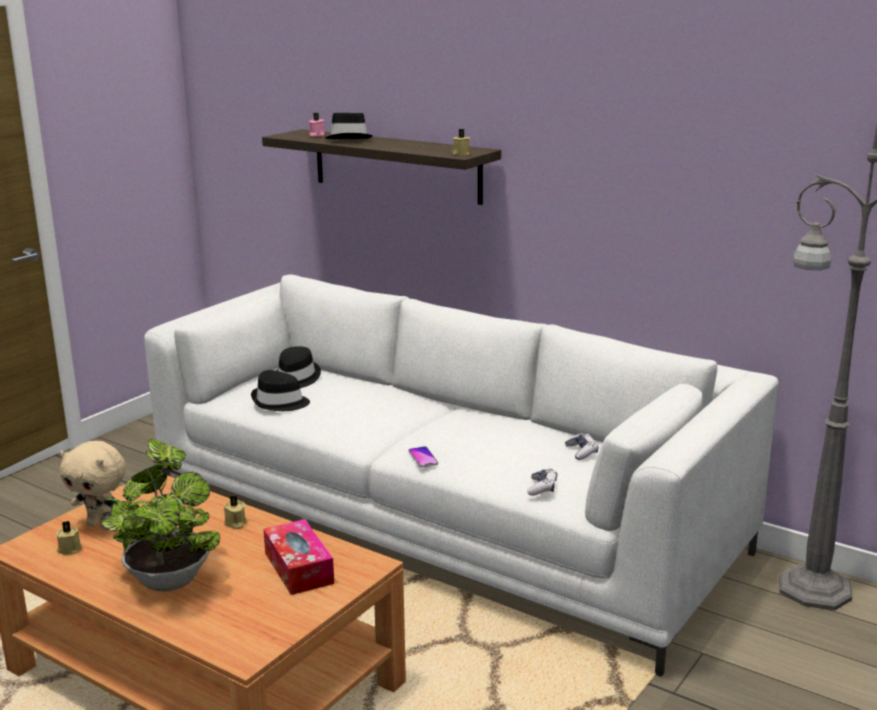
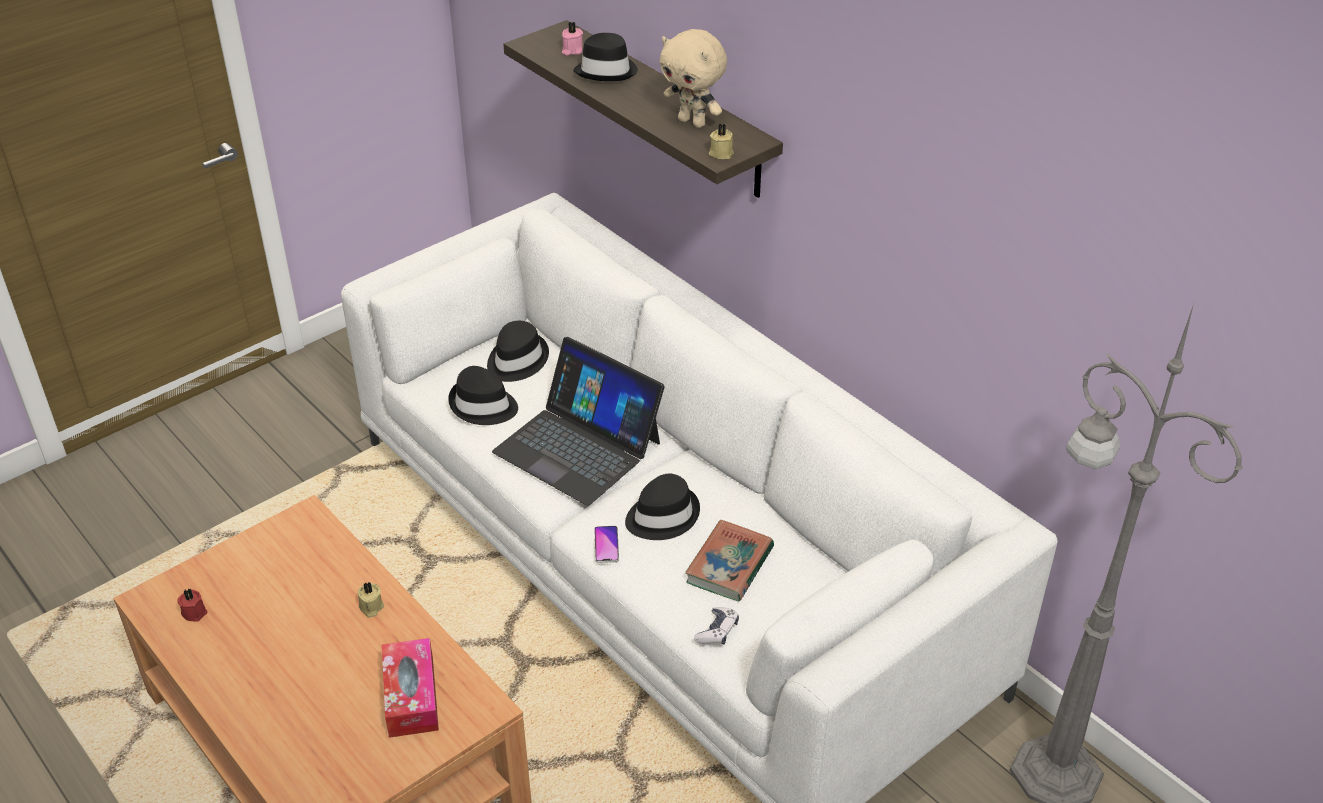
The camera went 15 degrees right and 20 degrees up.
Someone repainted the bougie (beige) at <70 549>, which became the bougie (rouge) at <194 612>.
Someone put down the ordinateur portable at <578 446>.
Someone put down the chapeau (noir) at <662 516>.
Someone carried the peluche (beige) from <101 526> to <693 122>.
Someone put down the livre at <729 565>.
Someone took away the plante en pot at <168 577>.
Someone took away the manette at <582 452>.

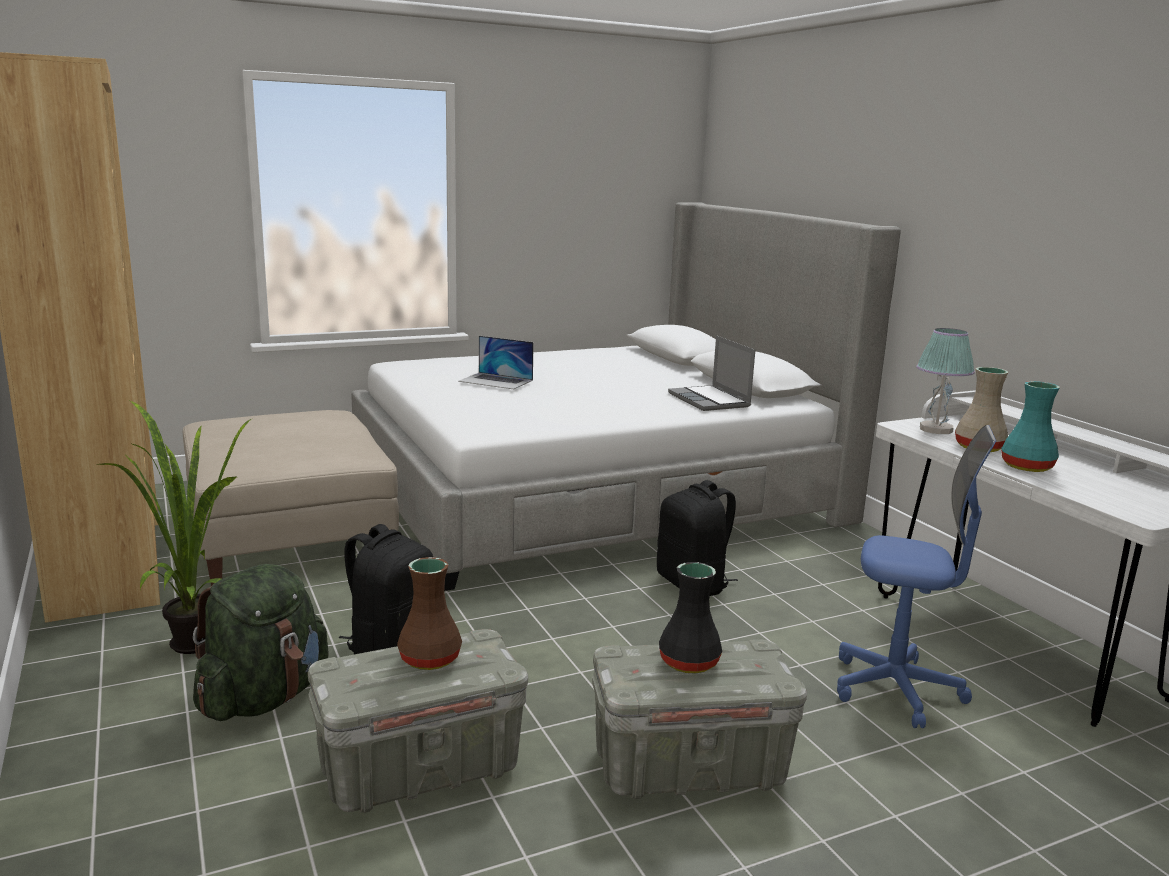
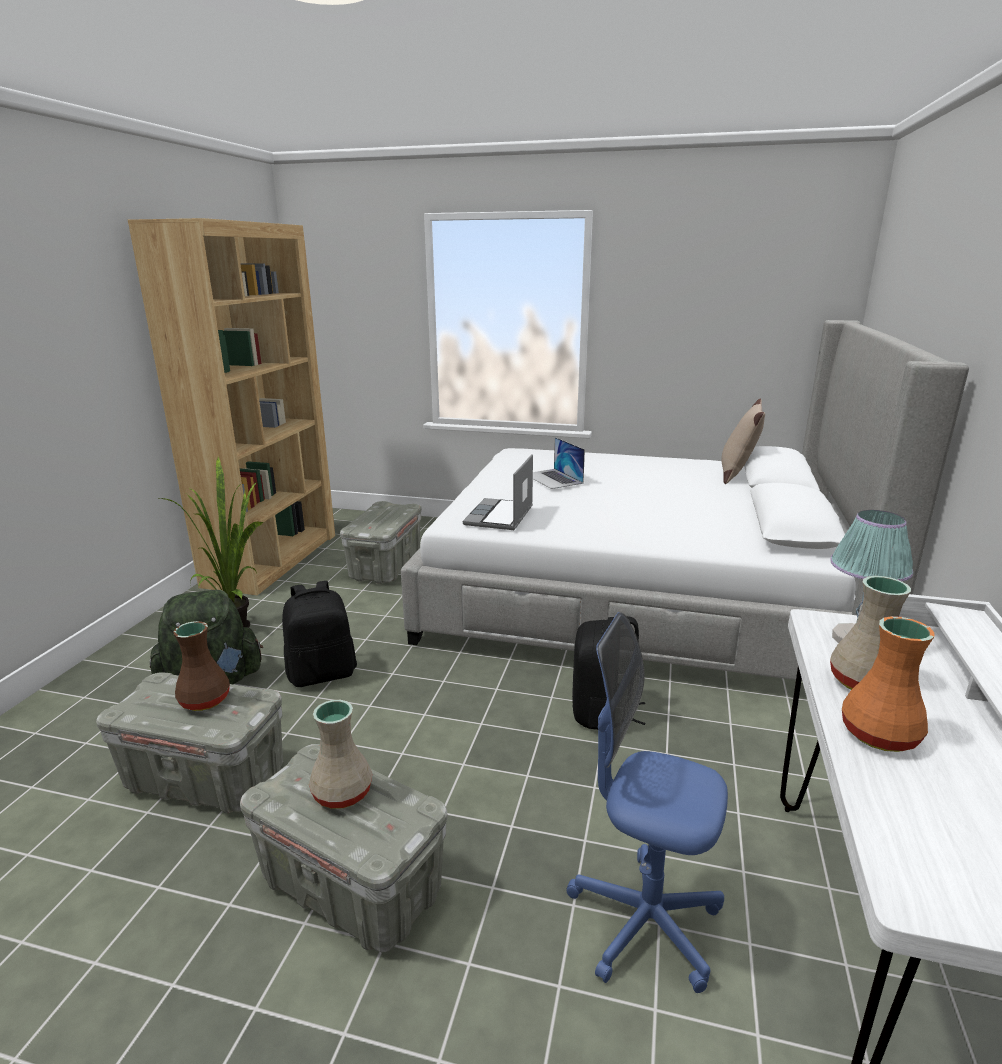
The camera went 40 degrees right and 5 degrees up.
Someone repainted the vase (noir) at <690 663>, which became the vase (beige) at <343 794>.
Someone swapped the pouf (beige) at <291 533> for the boîte de rangement (gris) at <386 567>.
Someone carried the ordinateur portable from <710 400> to <500 516>.
Someone rotated the chaise de bureau (bleu) at <896 689> by 150 degrees clockwise.
Someone put down the coussin (beige) at <737 474>.
Someone repainted the vase (turquoise) at <1025 467>, which became the vase (orange) at <877 734>.

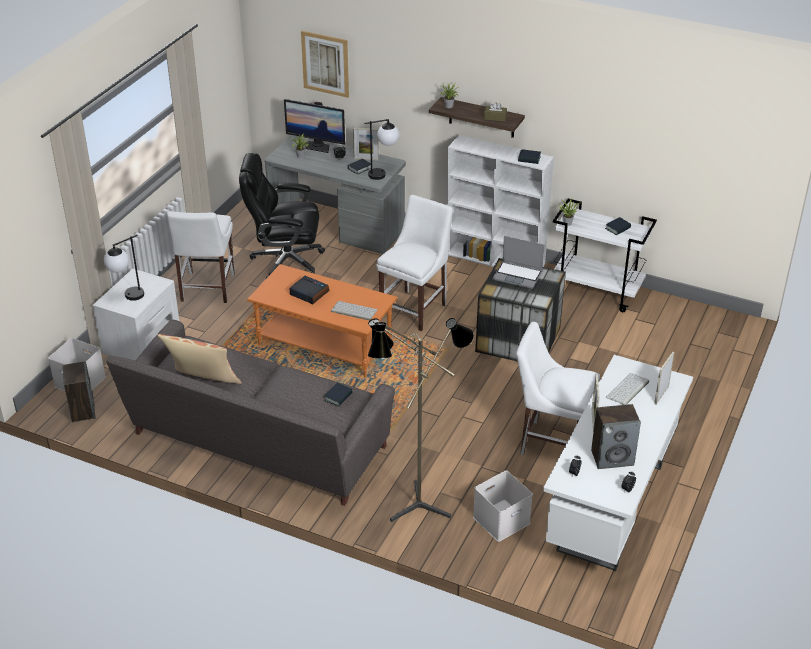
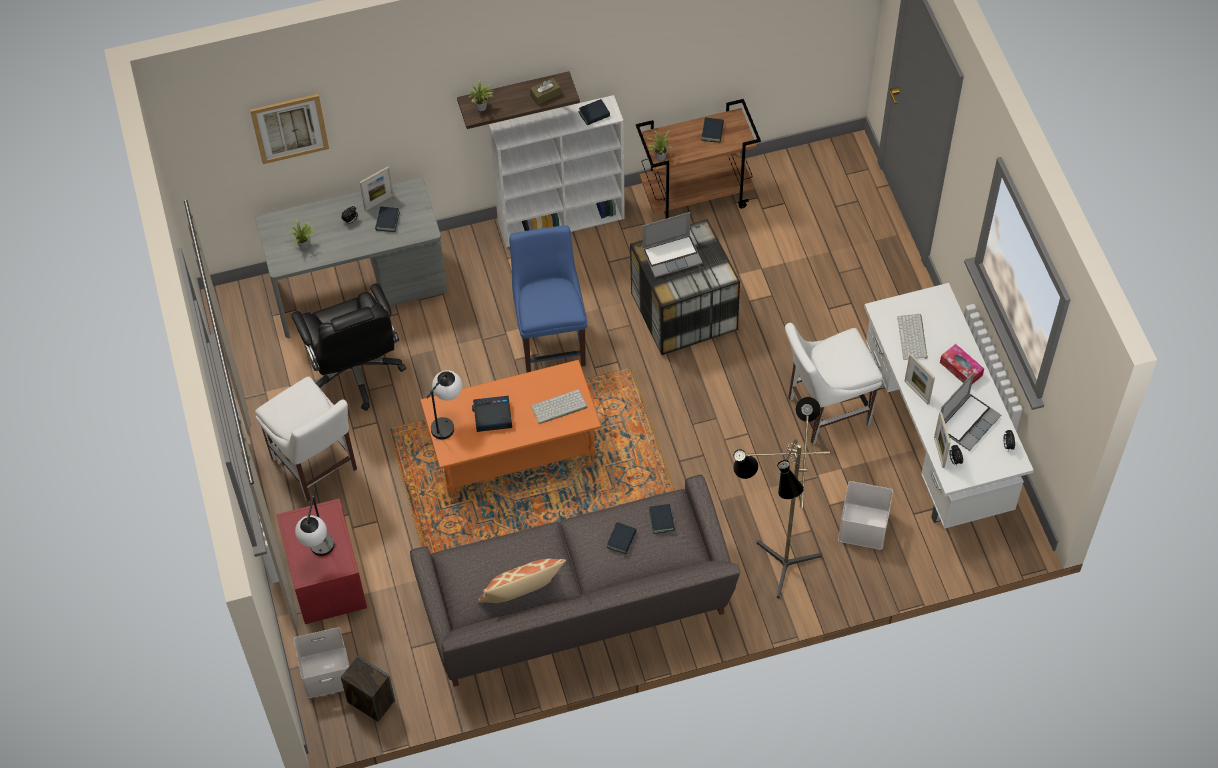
The camera went 40 degrees left and 20 degrees up.
Someone repainted the table de chevet (blanc) at <142 340>, which became the table de chevet (rouge) at <326 578>.
Someone rotated the chaise de bureau (noir) at <285 261> by 75 degrees counterclockwise.
Someone carried the lampe de table from <383 174> to <447 422>.
Someone repainted the chaise (blanc) at <415 308>, which became the chaise (bleu) at <551 340>.
Someone put down the livre at <621 540>.
Someone repainted the chariot (blanc) at <597 291>, which became the chariot (marron) at <696 196>.
Someone carried the cadre photo from <661 395> to <939 452>.
Someone put down the boîte à mouchoirs at <961 369>.
Someone swapped the enceinte at <612 458> for the ordinateur portable at <968 421>.
Someone took away the écran d'ordinateur at <316 146>.

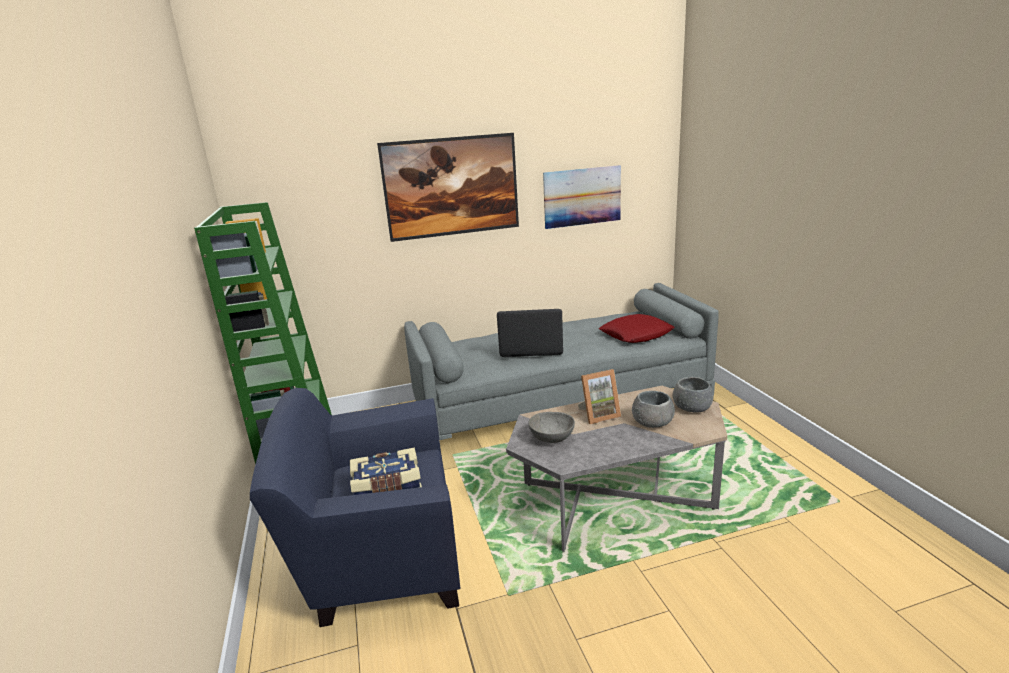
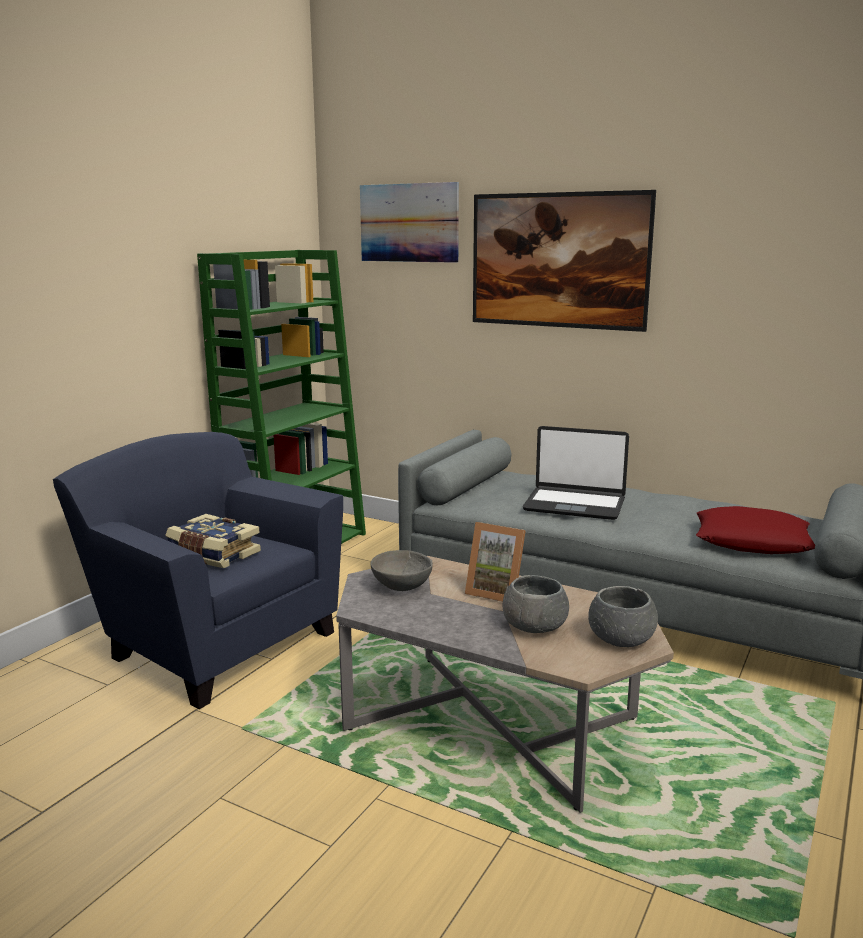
The camera went 45 degrees right and 5 degrees down.
Someone carried the tableau from <582 196> to <409 223>.
Someone rotated the ordinateur portable at <531 348> by 150 degrees clockwise.

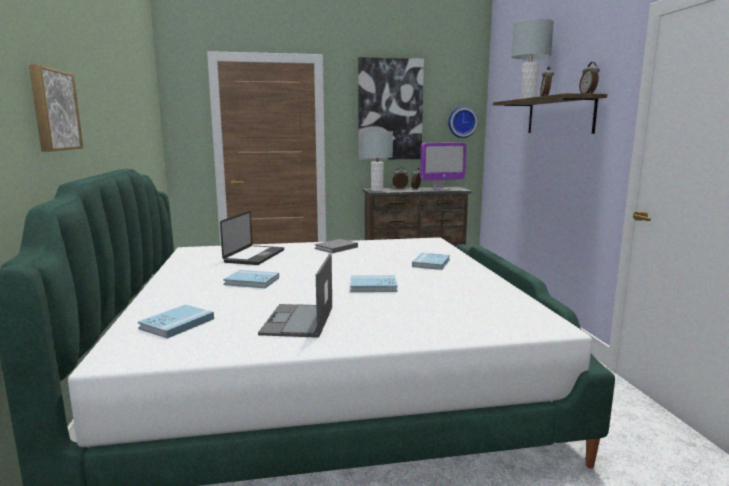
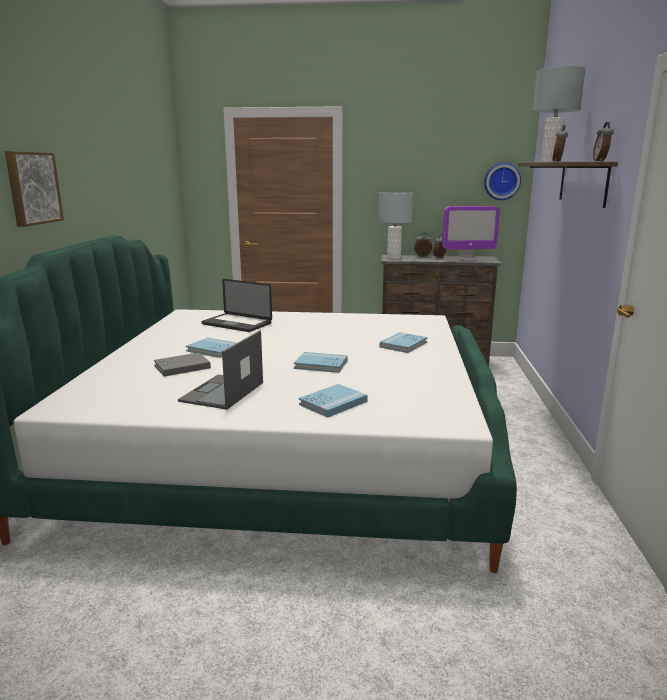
The camera went 15 degrees right and 5 degrees up.
Someone carried the livre (gris) from <336 248> to <182 367>.
Someone rotated the ordinateur portable at <254 256> by 90 degrees clockwise.
Someone carried the livre (bleu) from <177 324> to <333 403>.
Someone took away the tableau at <390 109>.

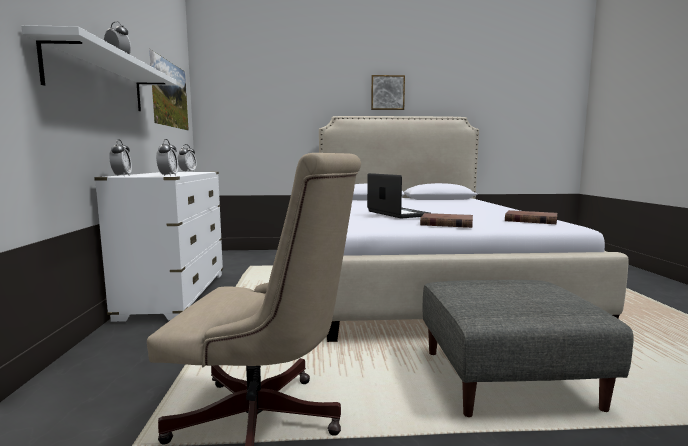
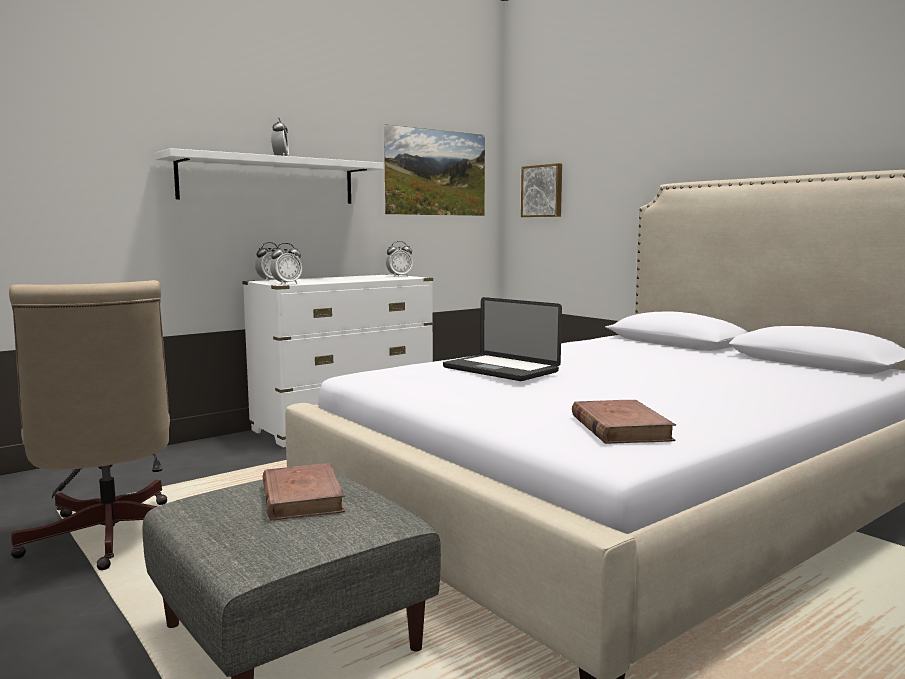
The camera went 55 degrees right and 0 degrees up.
Someone carried the livre (marron) from <446 224> to <302 497>.
Someone rotated the ordinateur portable at <397 213> by 105 degrees clockwise.
Someone carried the tableau from <387 93> to <543 191>.

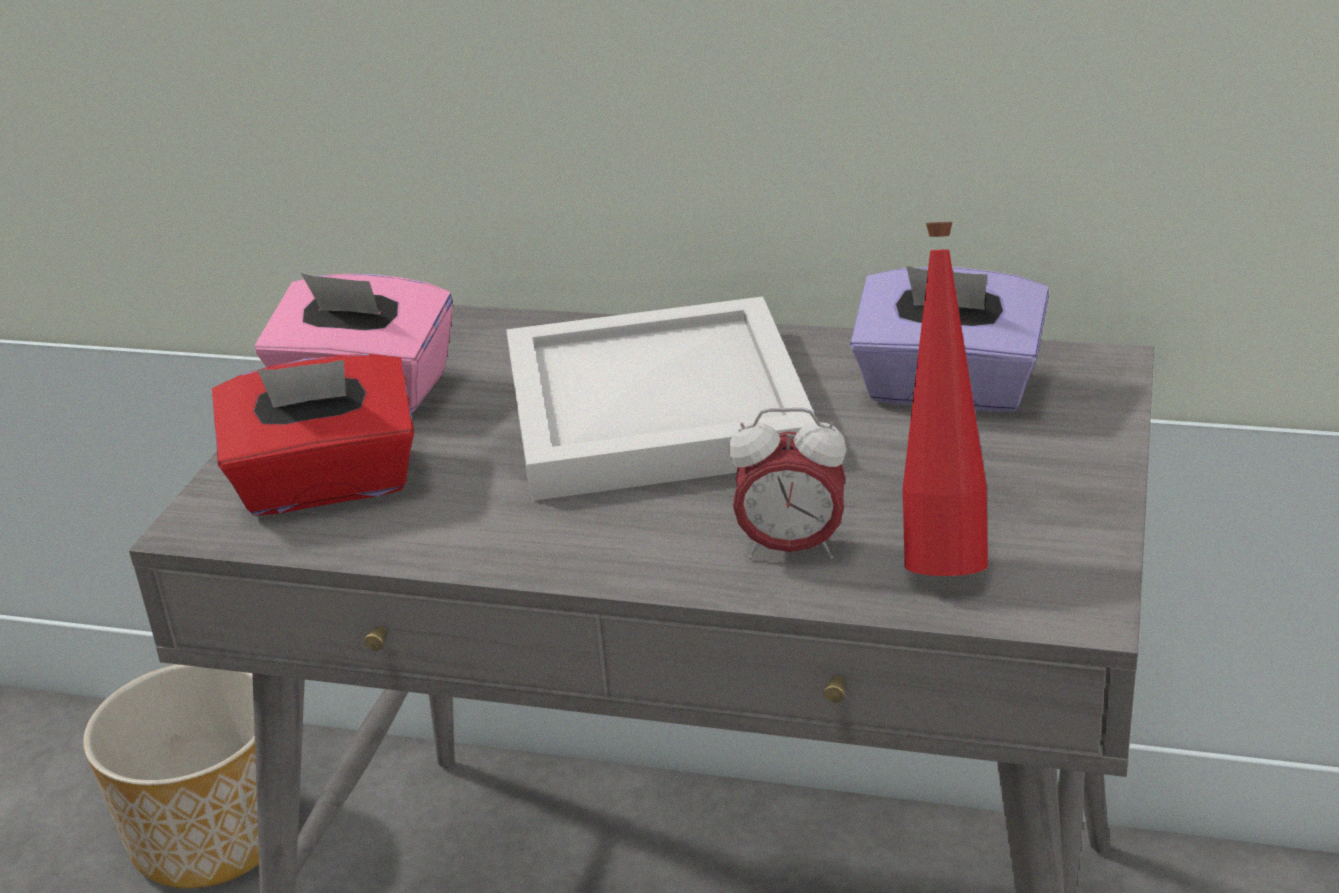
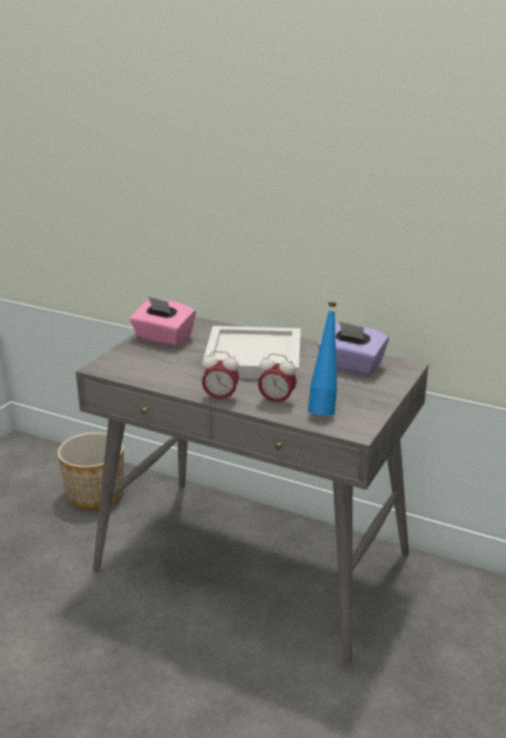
The camera went 10 degrees right and 5 degrees down.
Someone put down the réveil at <220 398>.
Someone repainted the bouteille (rouge) at <941 549>, which became the bouteille (bleu) at <323 409>.
Someone took away the boîte à mouchoirs (rouge) at <327 484>.

